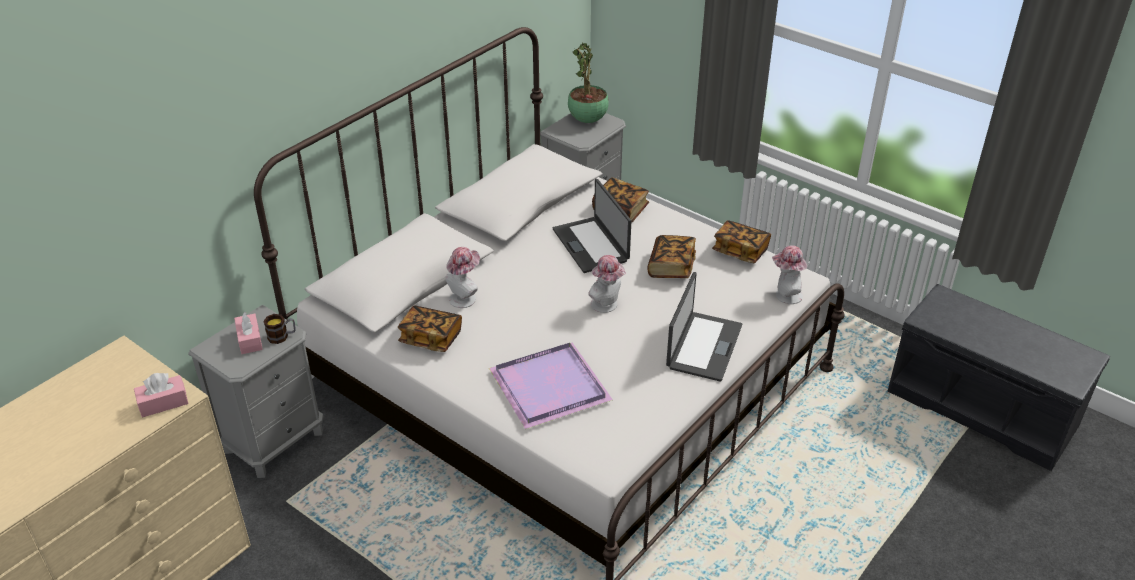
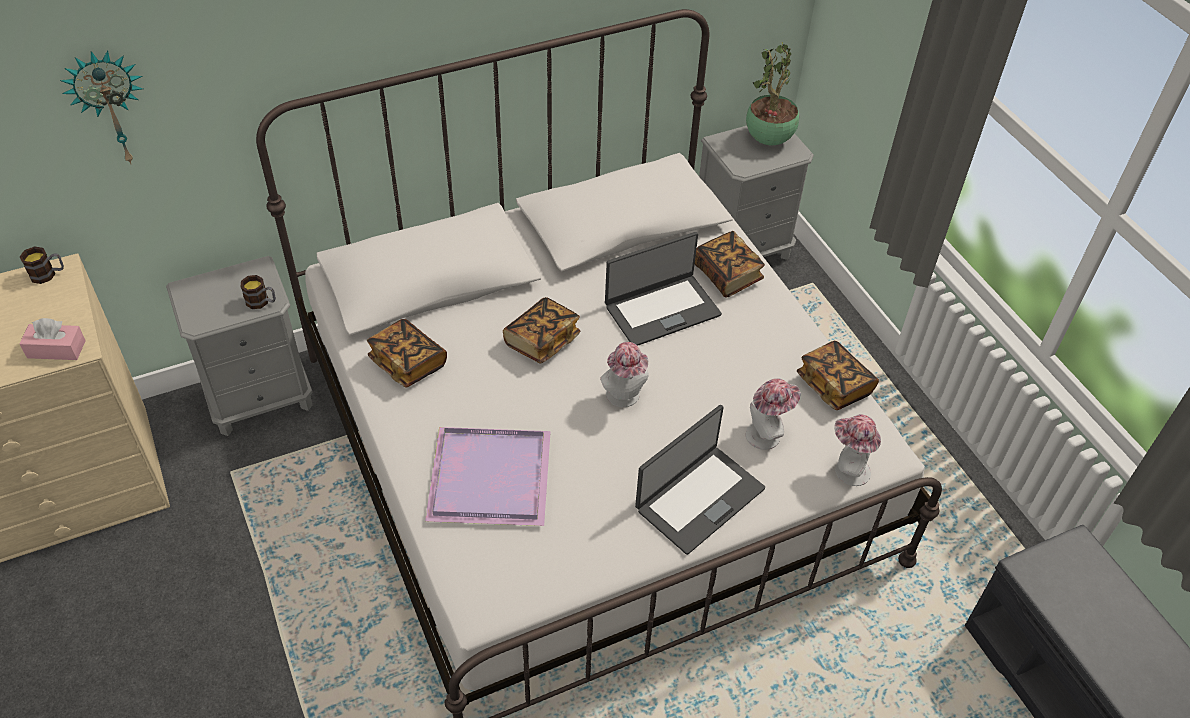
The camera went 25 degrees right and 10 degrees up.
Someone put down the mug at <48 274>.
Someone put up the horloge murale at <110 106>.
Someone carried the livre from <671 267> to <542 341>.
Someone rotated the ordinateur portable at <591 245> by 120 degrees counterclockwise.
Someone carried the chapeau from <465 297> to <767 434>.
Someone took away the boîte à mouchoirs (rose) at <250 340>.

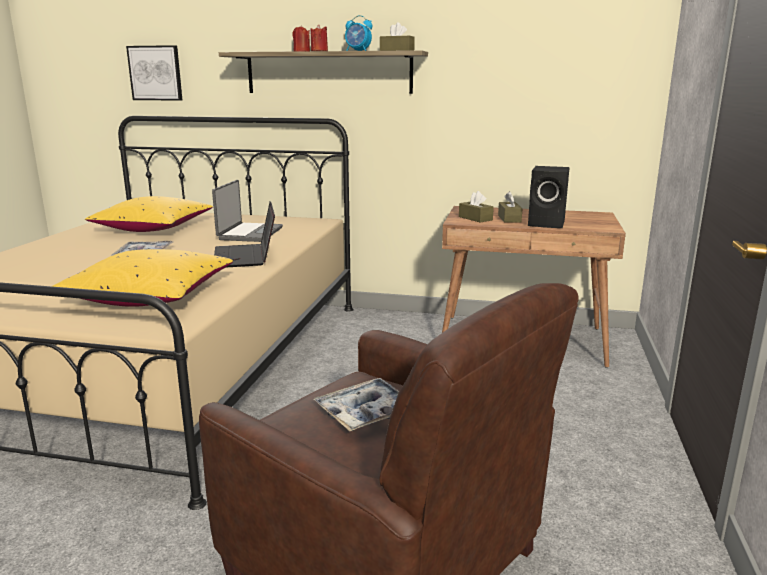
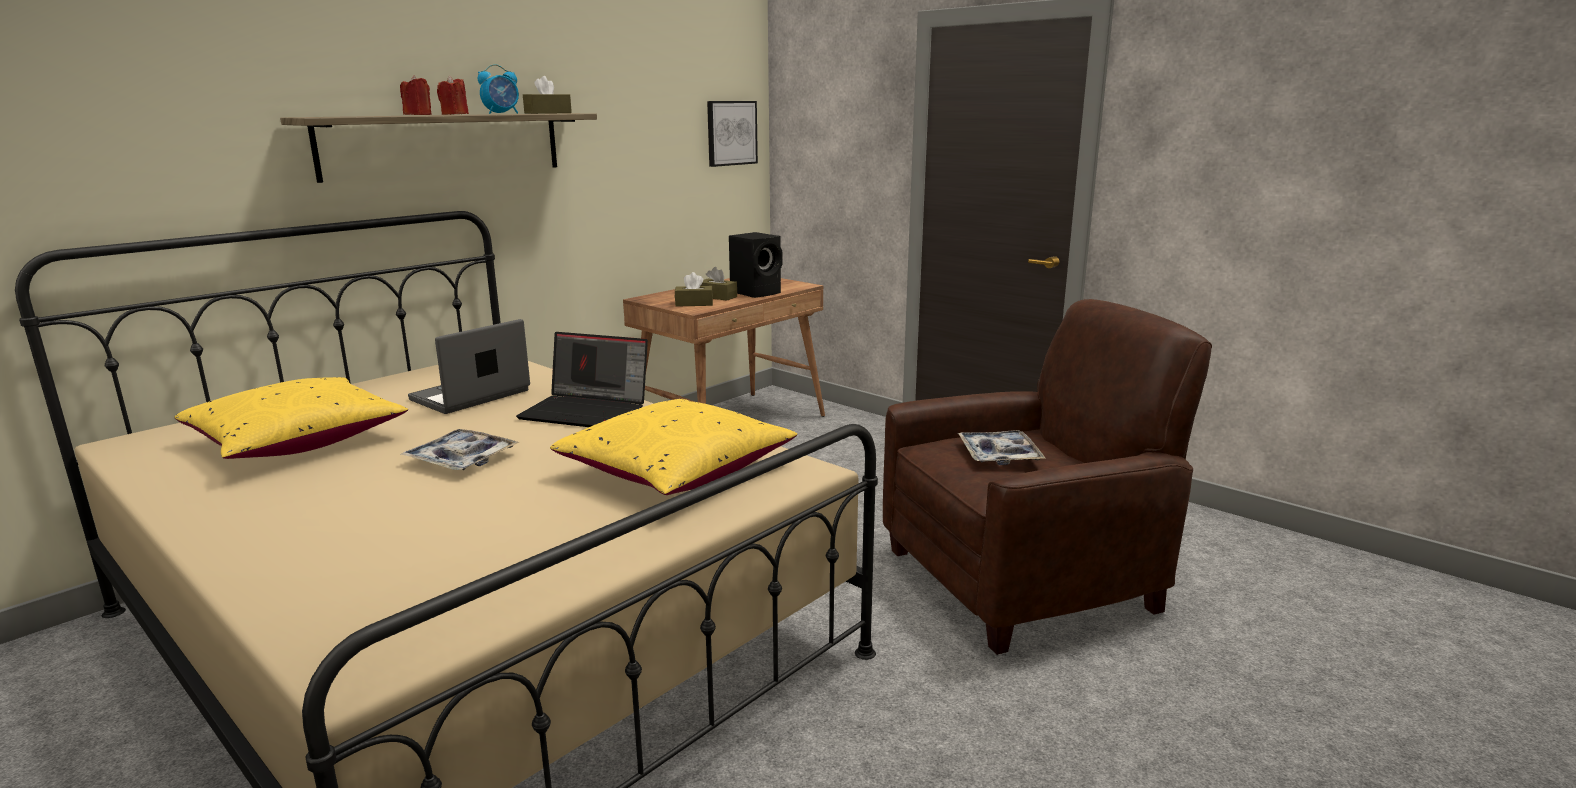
The camera went 60 degrees left and 0 degrees up.
Someone rotated the ordinateur portable at <249 233> by 90 degrees counterclockwise.
Someone carried the tableau from <155 73> to <731 133>.

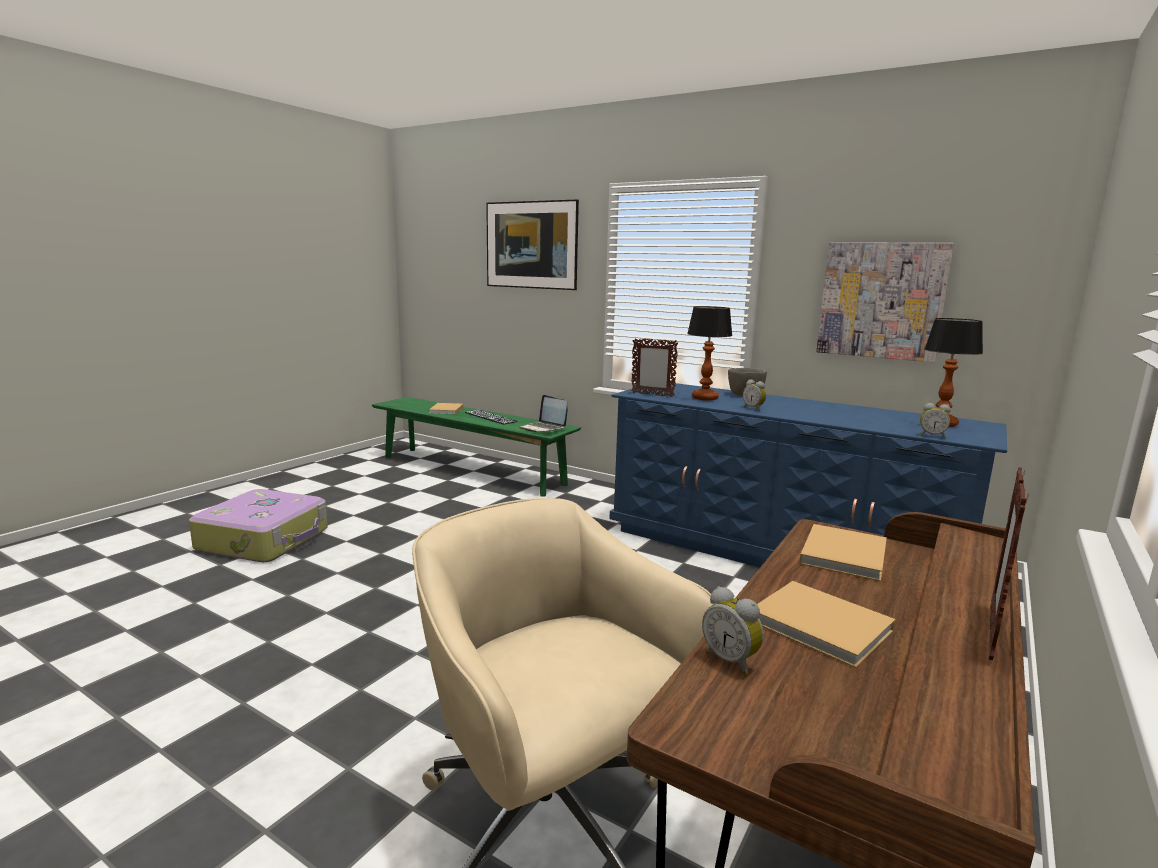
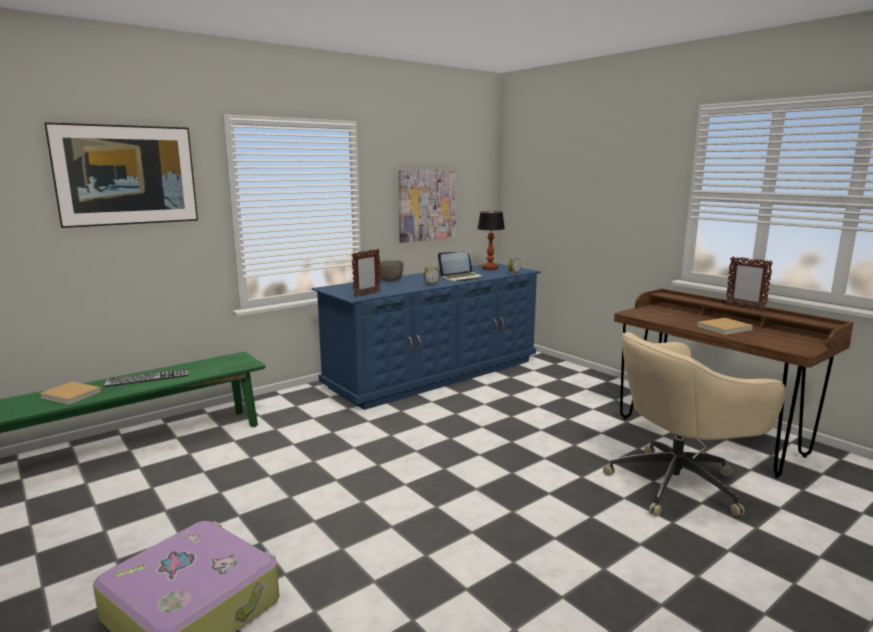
The camera went 70 degrees left and 0 degrees up.
Someone carried the ordinateur portable from <543 428> to <461 278>.
Someone took away the lampe de table at <705 398>.
Someone took away the réveil at <731 660>.
Someone took away the livre (beige) at <844 554>.

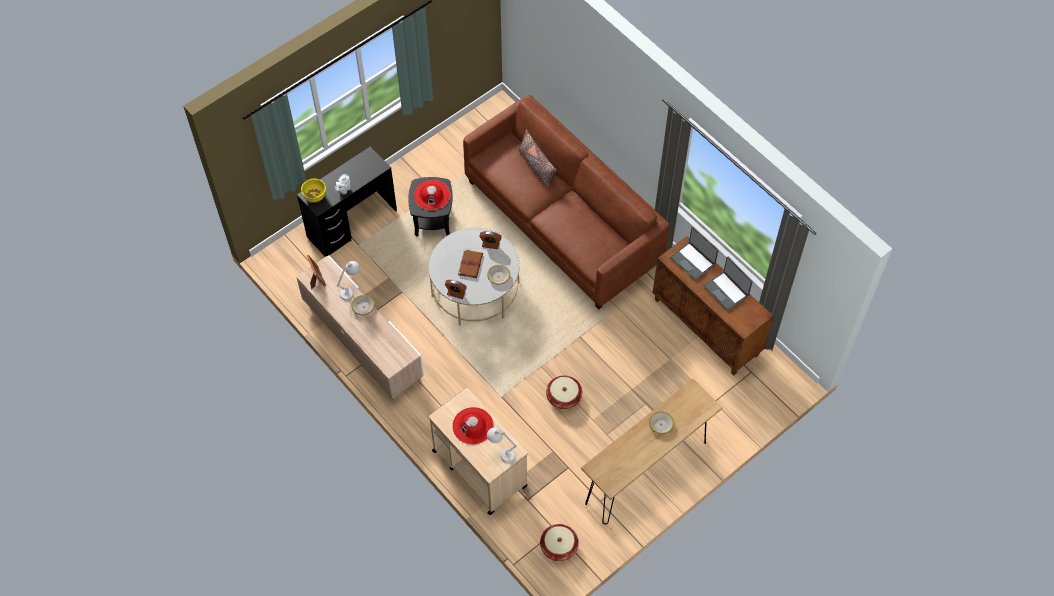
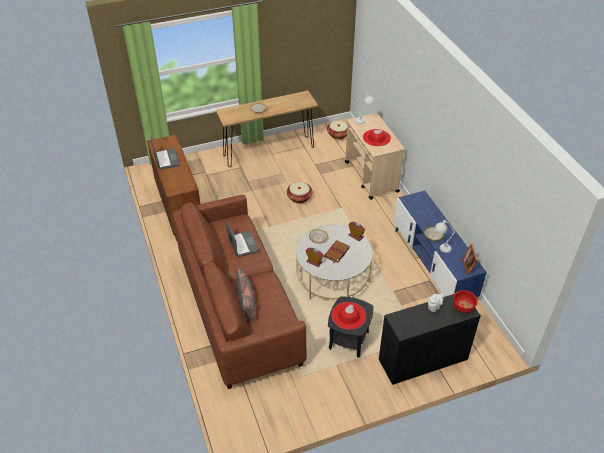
The camera went 160 degrees left and 15 degrees down.
Someone carried the ordinateur portable from <693 261> to <242 244>.
Someone repainted the meuble télé (beige) at <364 342>, which became the meuble télé (bleu) at <432 264>.
Someone repainted the bol (jaune) at <315 196>, which became the bol (rouge) at <463 308>.

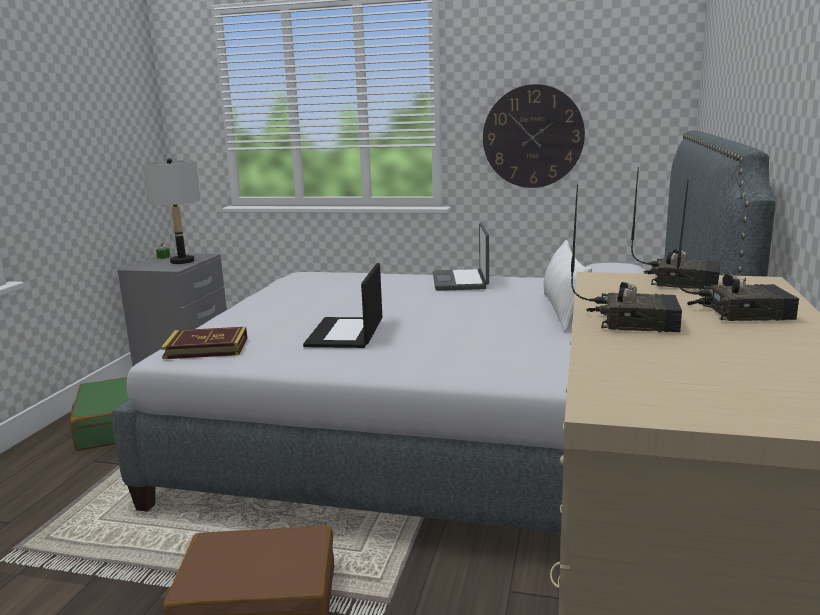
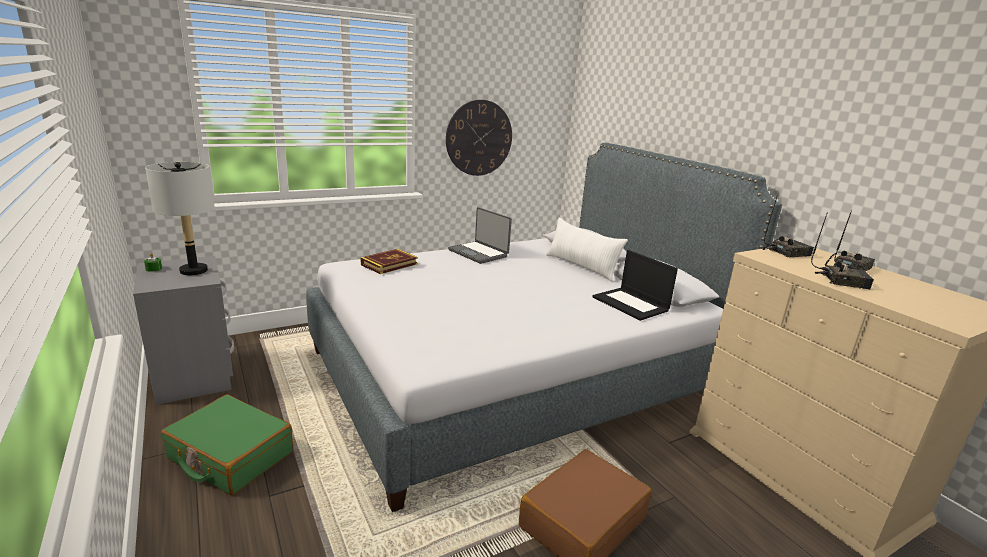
The camera went 45 degrees left and 5 degrees up.
Someone carried the livre from <206 348> to <389 264>.
Someone carried the ordinateur portable from <346 333> to <631 304>.
Someone rotated the radio at <634 321> by 45 degrees clockwise.

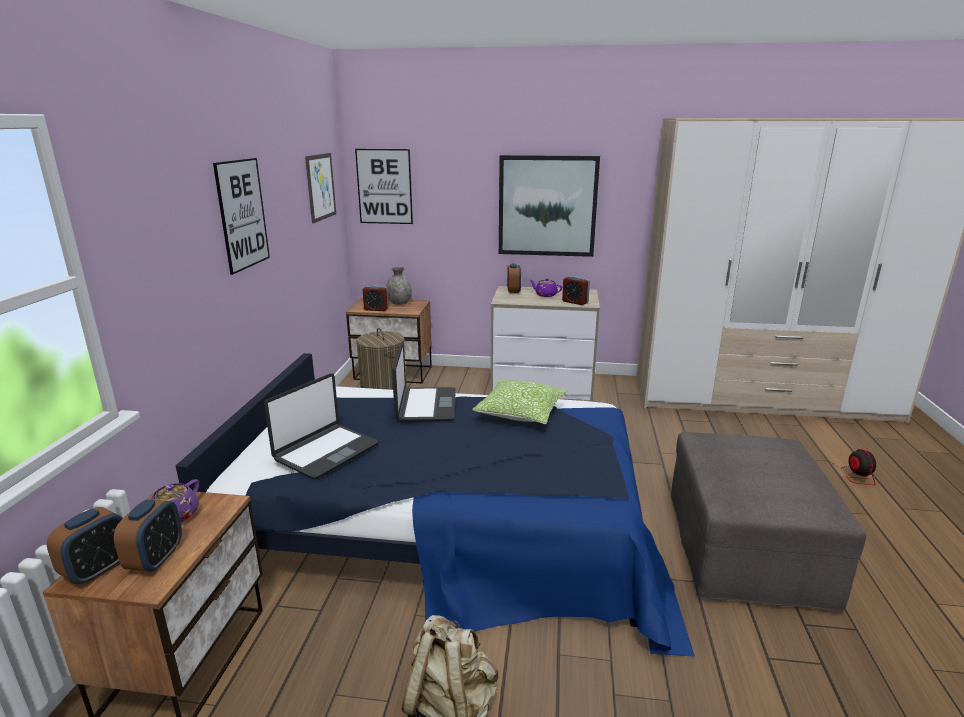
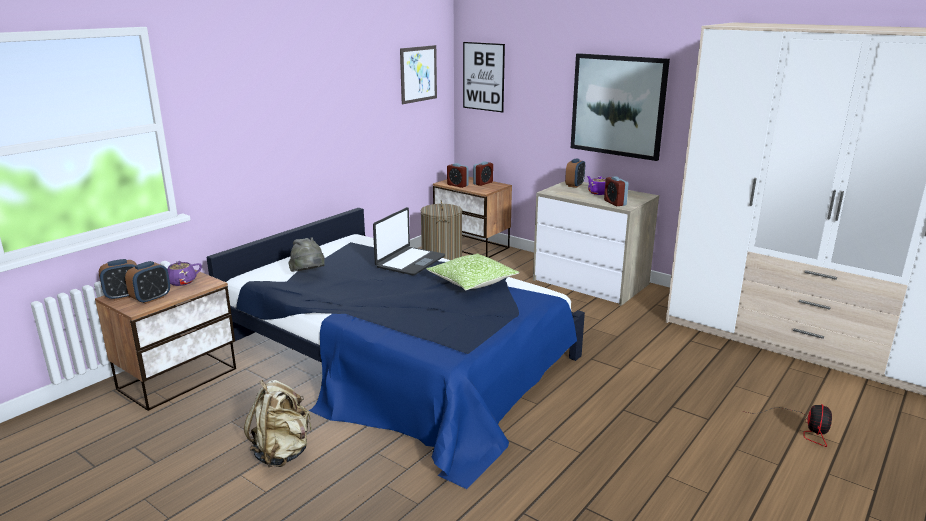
The camera went 30 degrees right and 0 degrees up.
Someone swapped the ordinateur portable at <325 452> for the chapeau (gris) at <308 274>.
Someone swapped the vase (gris) at <399 303> for the réveil at <483 183>.
Someone took away the tableau at <242 214>.
Someone took away the pouf (gris) at <744 548>.

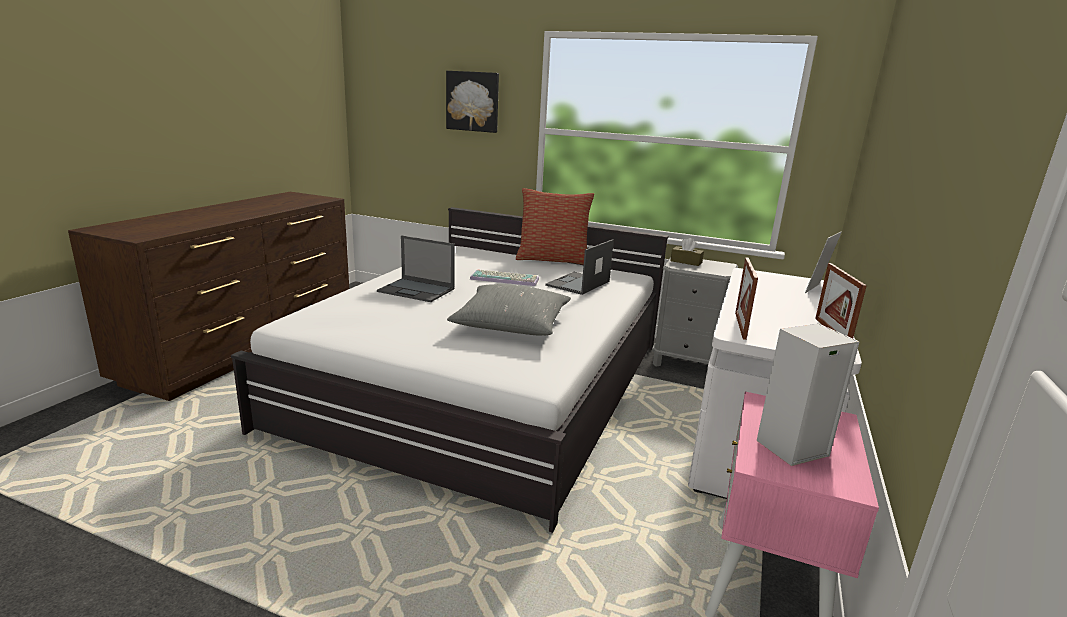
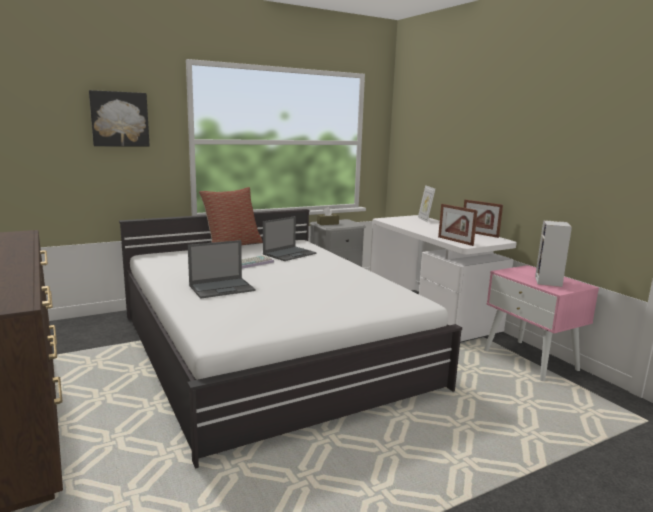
The camera went 50 degrees left and 5 degrees down.
Someone rotated the ordinateur portable at <578 283> by 120 degrees counterclockwise.
Someone took away the coussin (gris) at <511 324>.

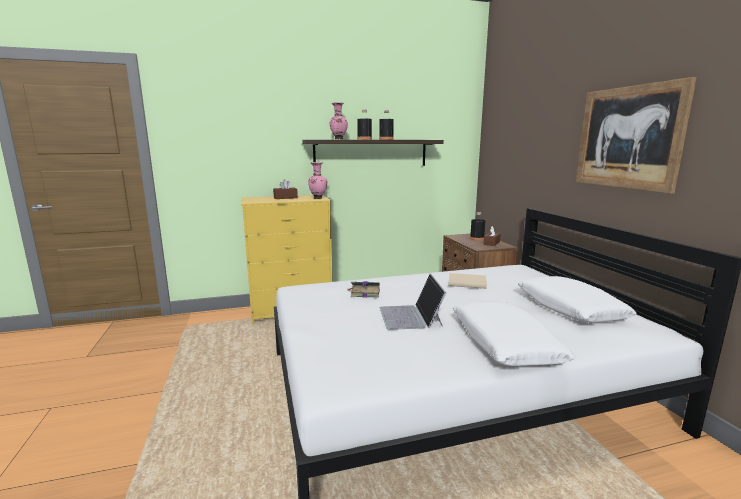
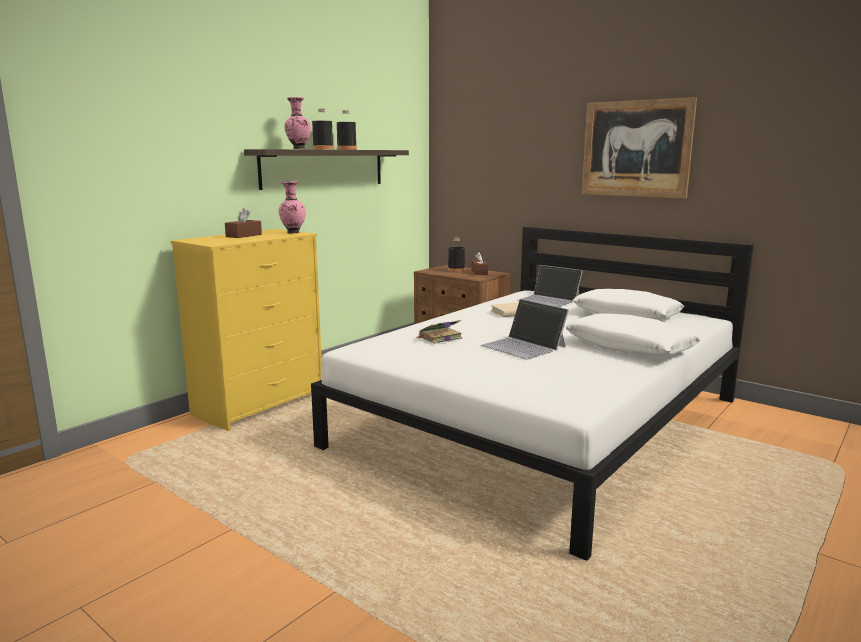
The camera went 35 degrees left and 0 degrees up.
Someone put down the ordinateur portable at <549 299>.

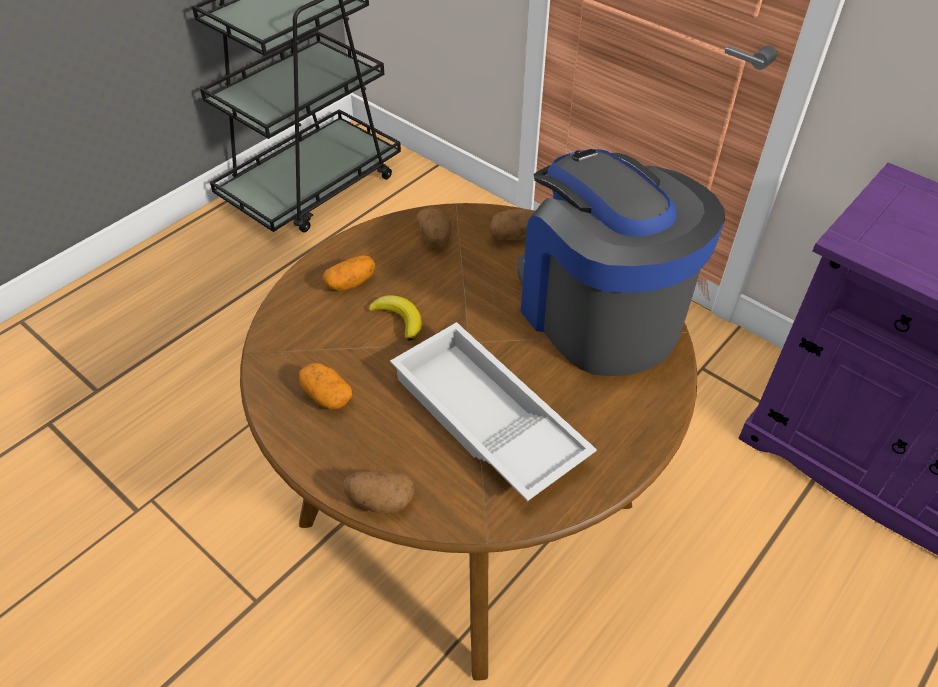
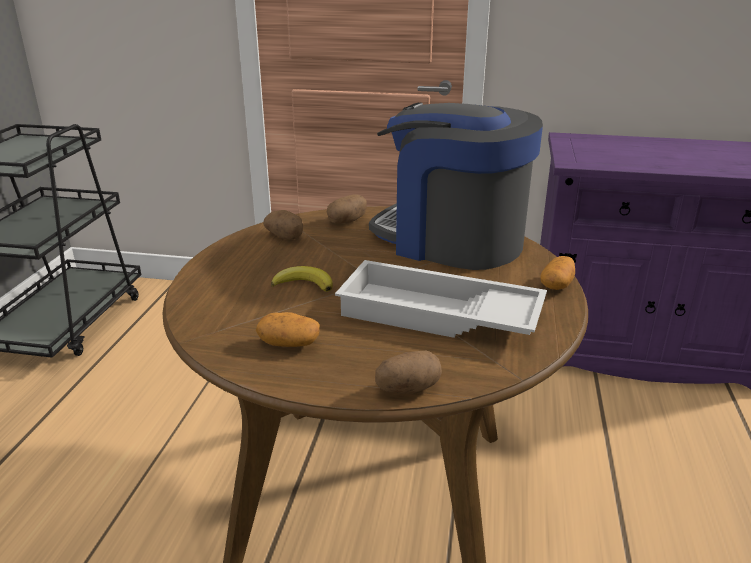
The camera went 30 degrees left and 20 degrees down.
Someone carried the pomme de terre from <350 283> to <556 285>.

